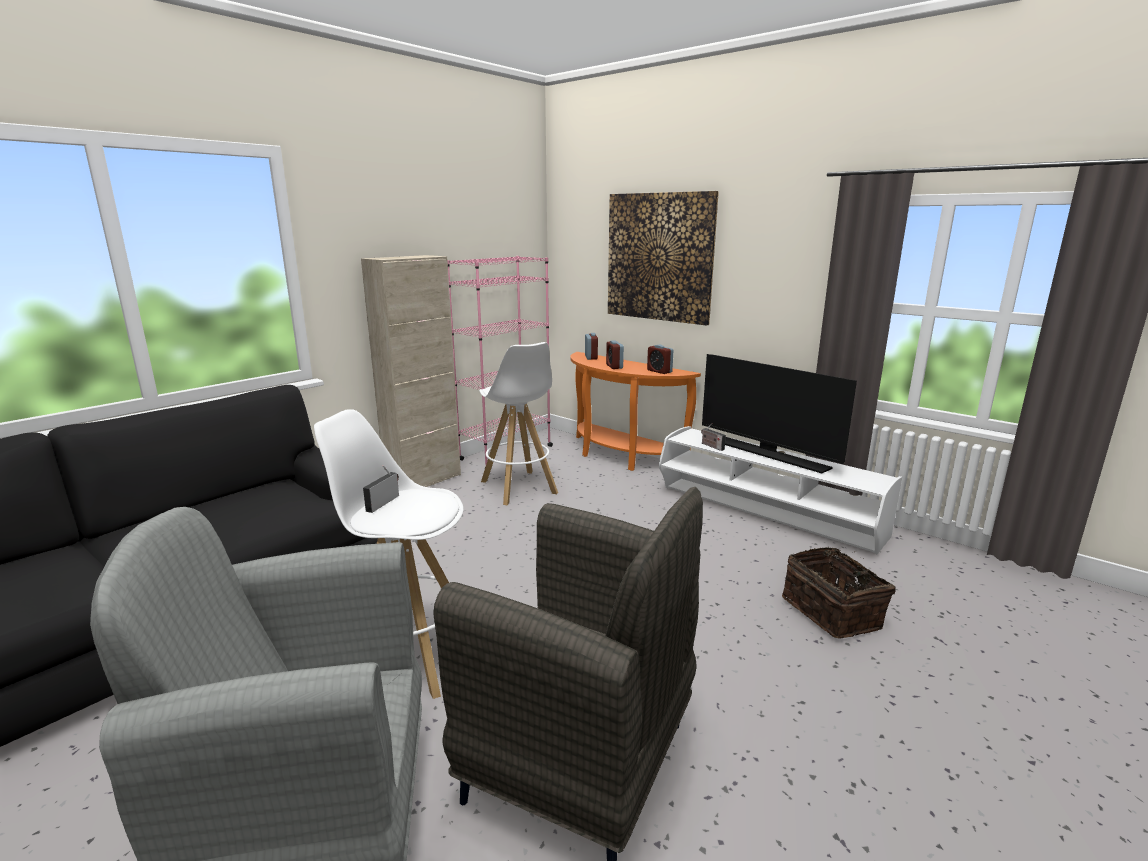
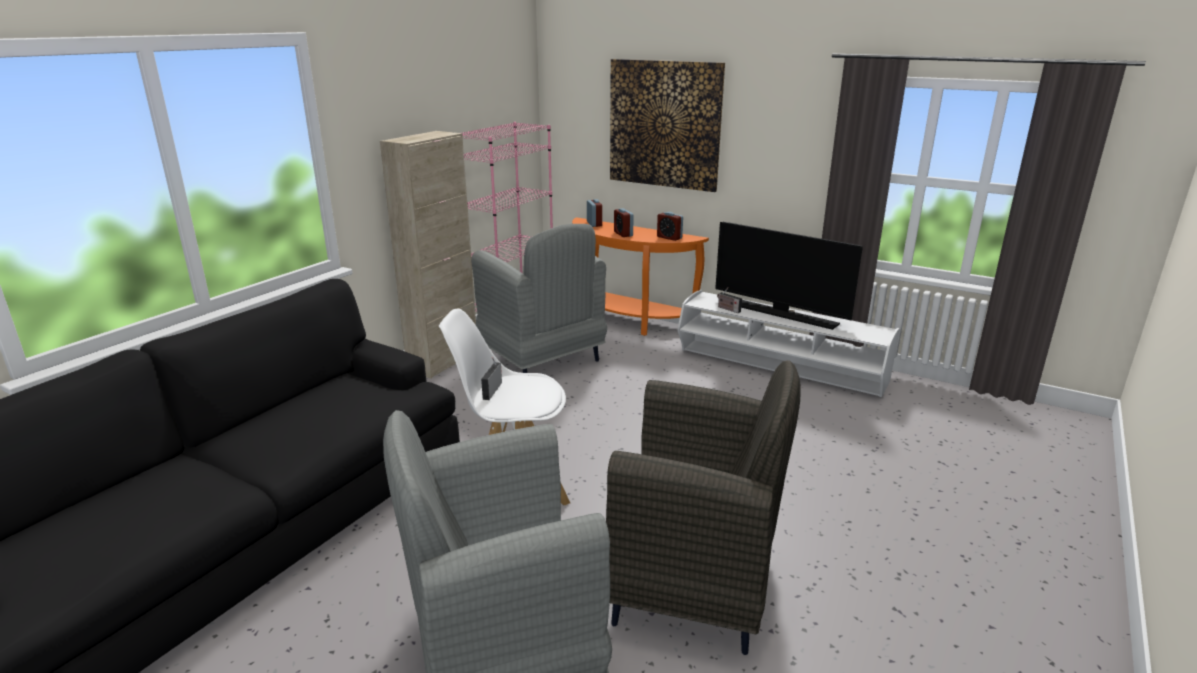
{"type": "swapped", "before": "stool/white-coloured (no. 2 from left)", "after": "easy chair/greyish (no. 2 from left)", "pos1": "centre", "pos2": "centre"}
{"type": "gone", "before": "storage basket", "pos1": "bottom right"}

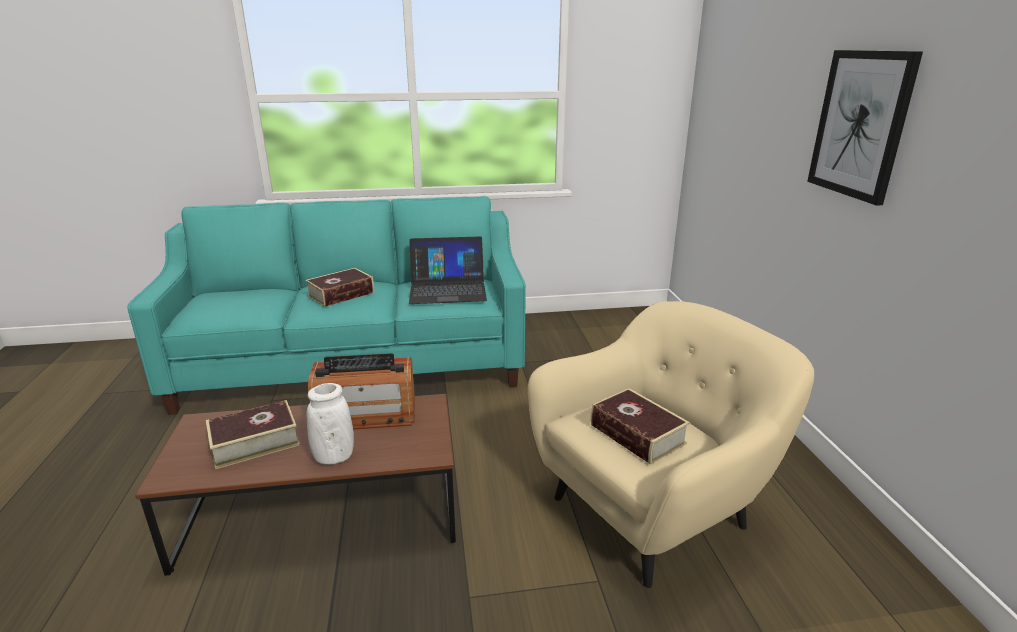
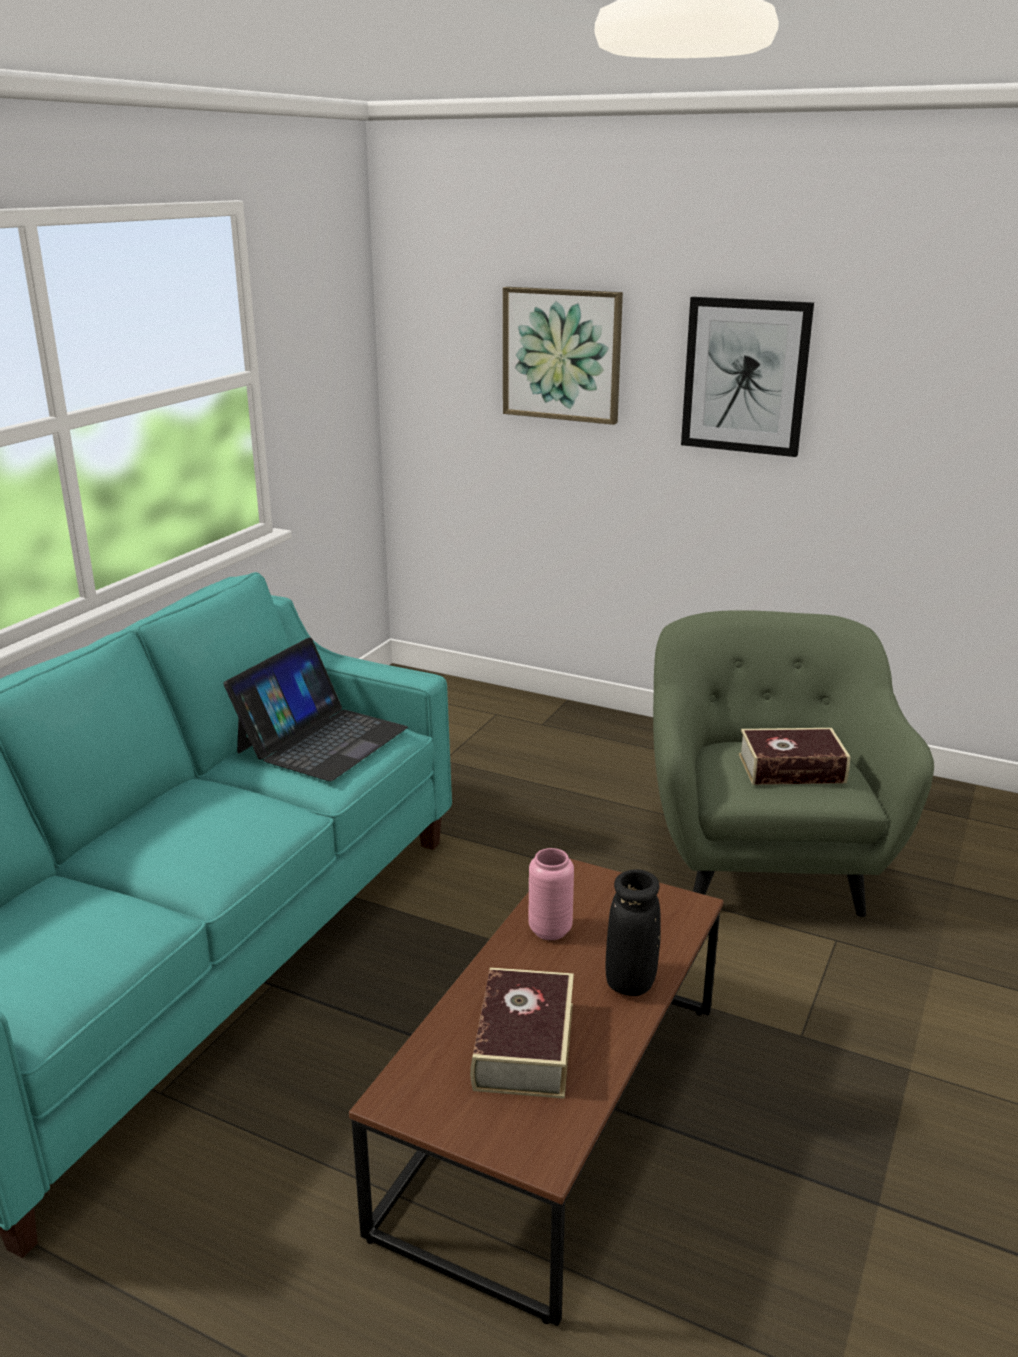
{"type": "gone", "before": "book (no. 2 from left)", "pos1": "centre"}
{"type": "repainted", "before": "flower vase/white-coloured", "after": "flower vase/black", "pos1": "bottom left", "pos2": "bottom centre"}
{"type": "swapped", "before": "radio set", "after": "flower vase/pink-coloured", "pos1": "centre", "pos2": "centre"}
{"type": "repainted", "before": "easy chair/beige", "after": "easy chair/green", "pos1": "bottom centre", "pos2": "middle right"}
{"type": "new", "after": "wall picture (no. 1 from left)", "pos2": "top centre"}

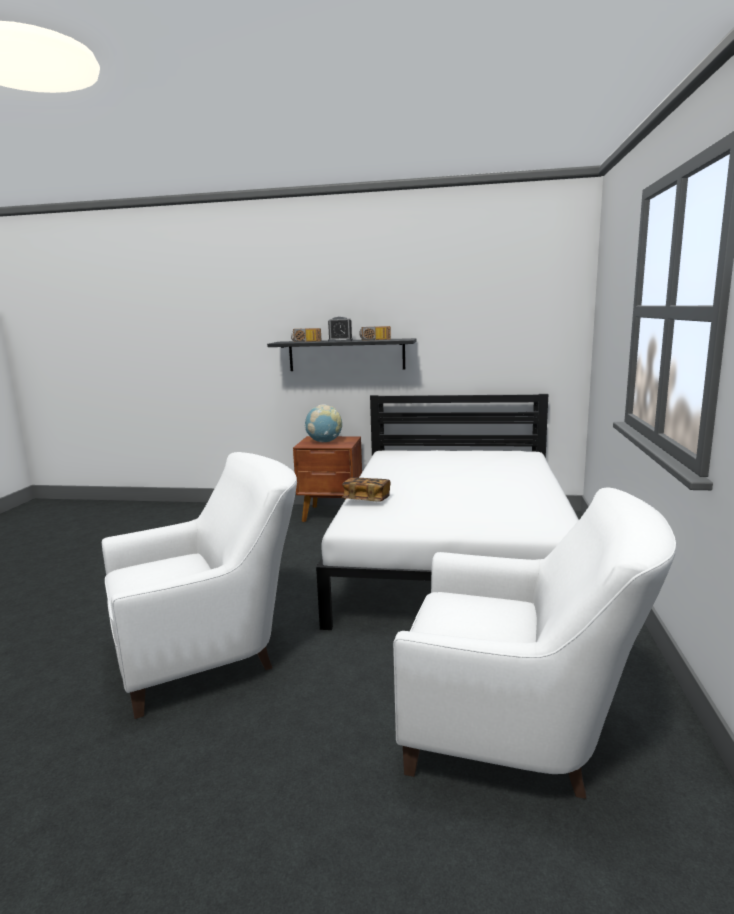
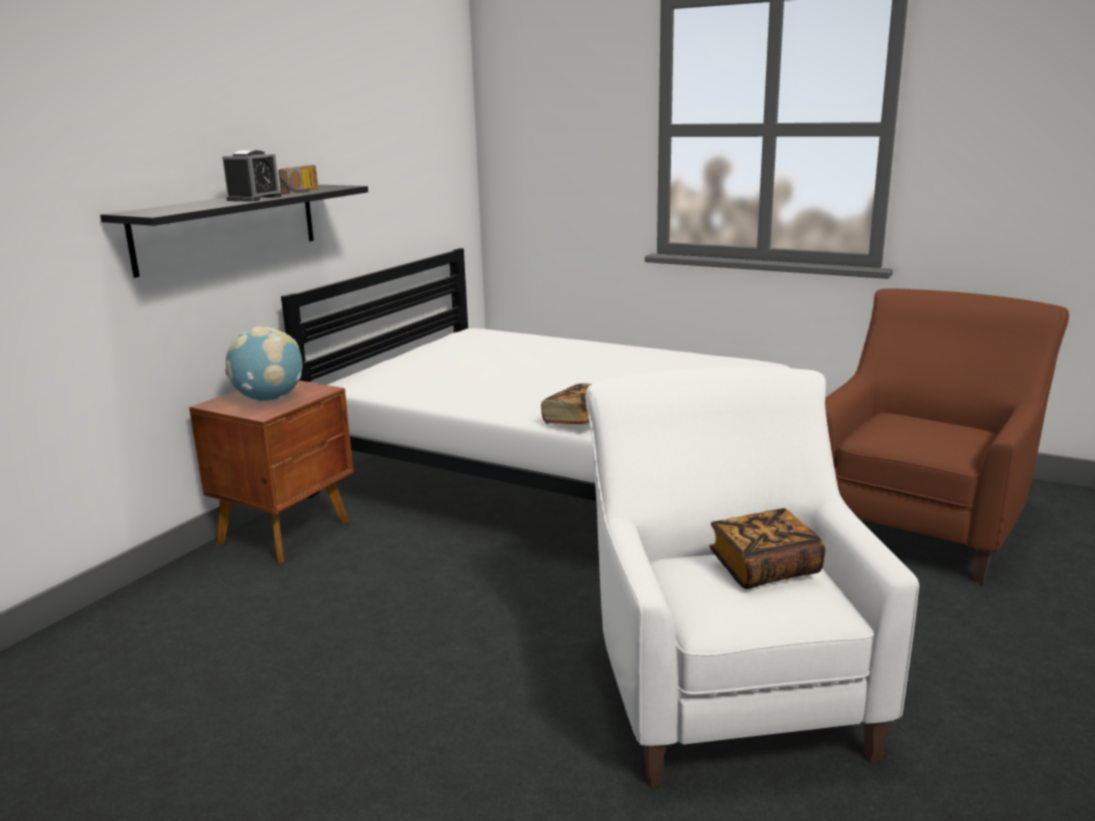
{"type": "gone", "before": "radio set (no. 1 from left)", "pos1": "centre"}
{"type": "repainted", "before": "easy chair/white-coloured (no. 2 from left)", "after": "easy chair/brownish", "pos1": "bottom right", "pos2": "middle right"}
{"type": "new", "after": "book (no. 2 from left)", "pos2": "bottom right"}

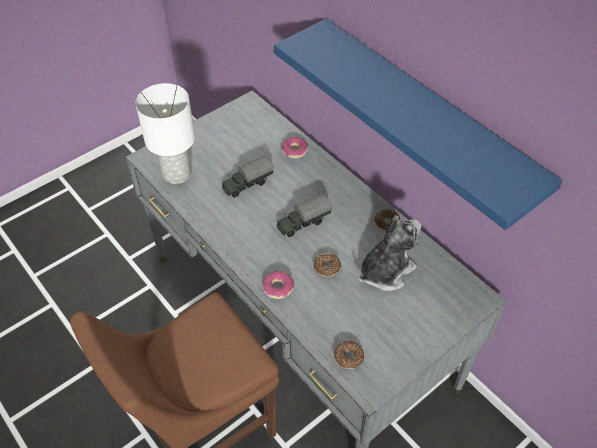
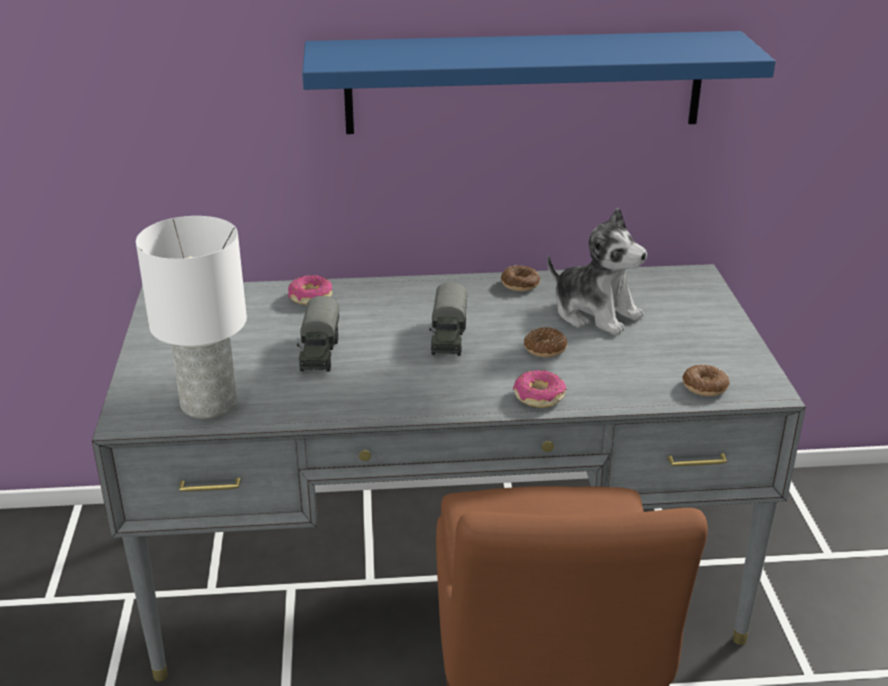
{"type": "rotated", "before": "soft toy", "pos1": "centre", "pos2": "middle right", "turn": 135}

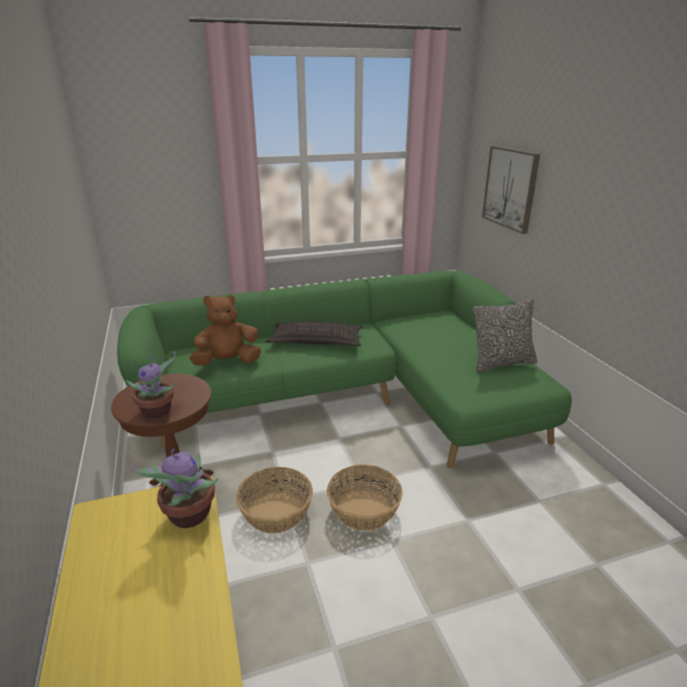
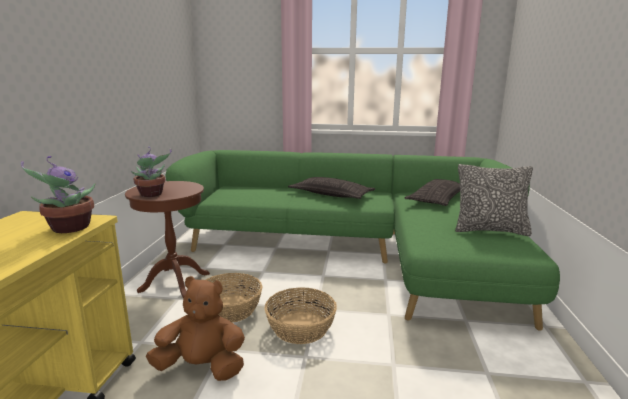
{"type": "shifted", "before": "soft toy/brownish", "pos1": "middle left", "pos2": "bottom left"}
{"type": "gone", "before": "wall picture", "pos1": "top right"}
{"type": "new", "after": "pillow (no. 2 from left)", "pos2": "middle right"}

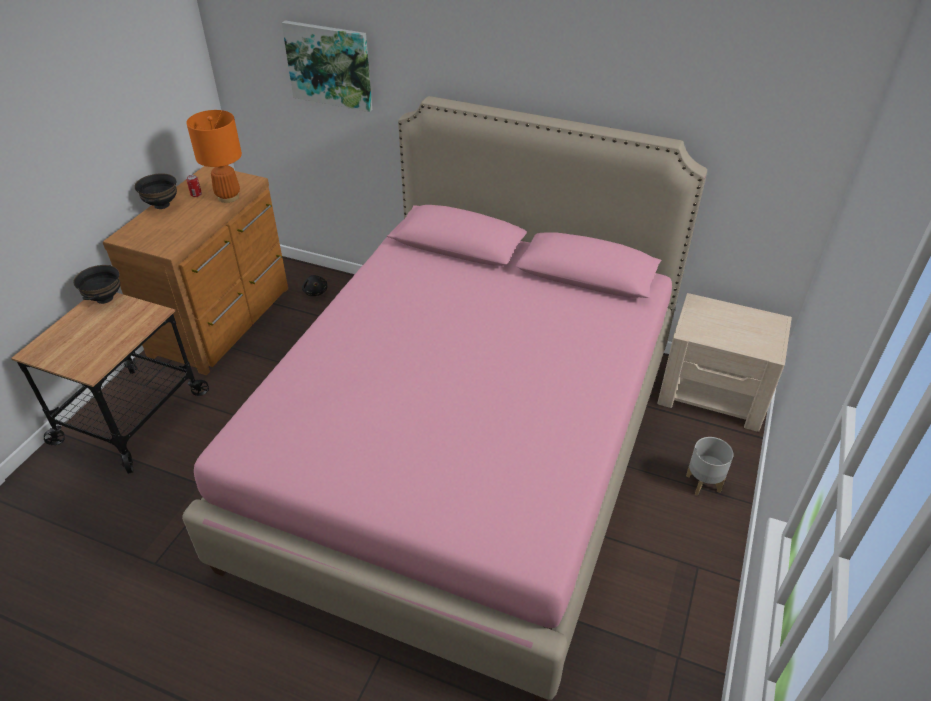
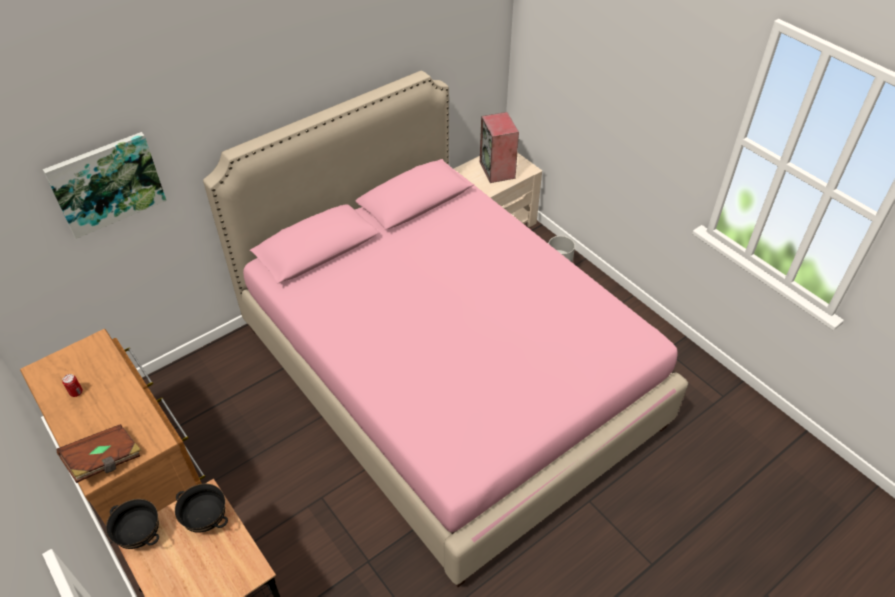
{"type": "shifted", "before": "deep dish/black (no. 2 from left)", "pos1": "top left", "pos2": "bottom left"}
{"type": "gone", "before": "lamp for a table/orange-coloured", "pos1": "top left"}
{"type": "gone", "before": "soft toy/black", "pos1": "centre"}
{"type": "new", "after": "book/brownish", "pos2": "bottom left"}
{"type": "new", "after": "loudspeaker", "pos2": "top centre"}

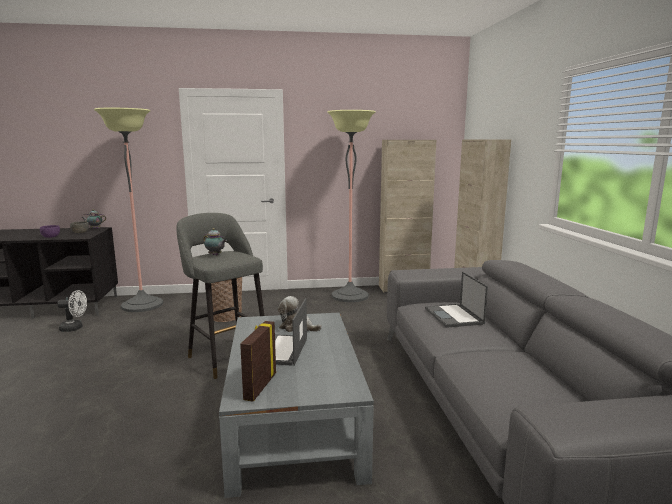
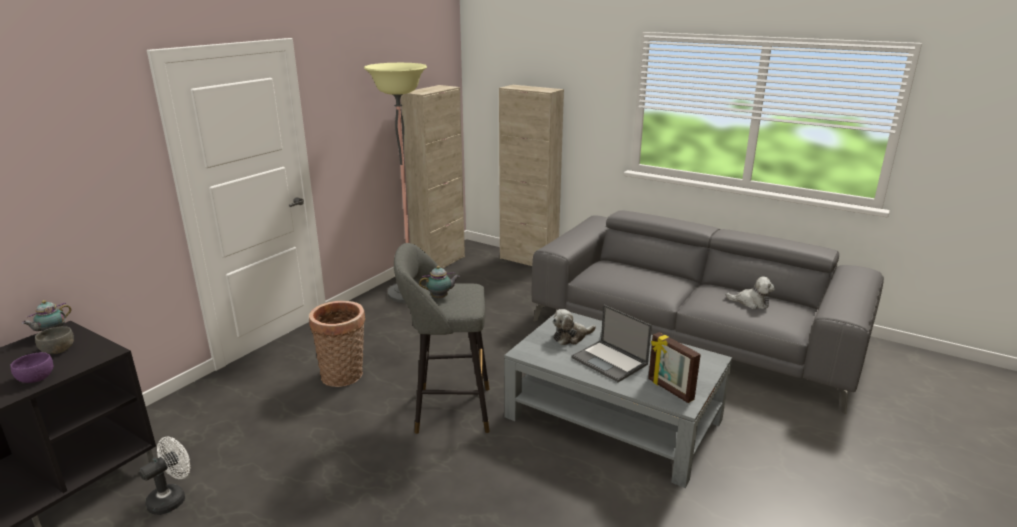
{"type": "gone", "before": "standard lamp (no. 1 from left)", "pos1": "middle left"}
{"type": "gone", "before": "laptop (no. 2 from left)", "pos1": "middle right"}
{"type": "new", "after": "soft toy (no. 2 from left)", "pos2": "middle right"}

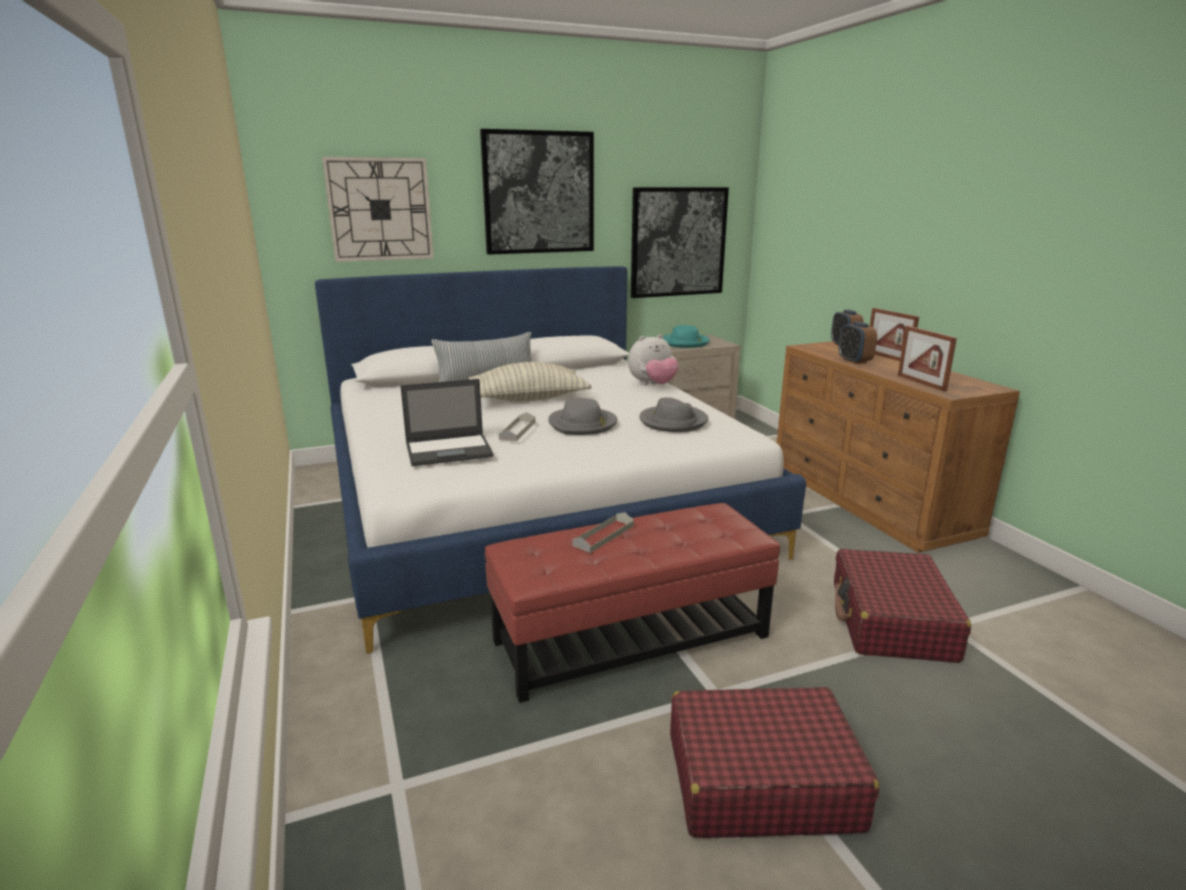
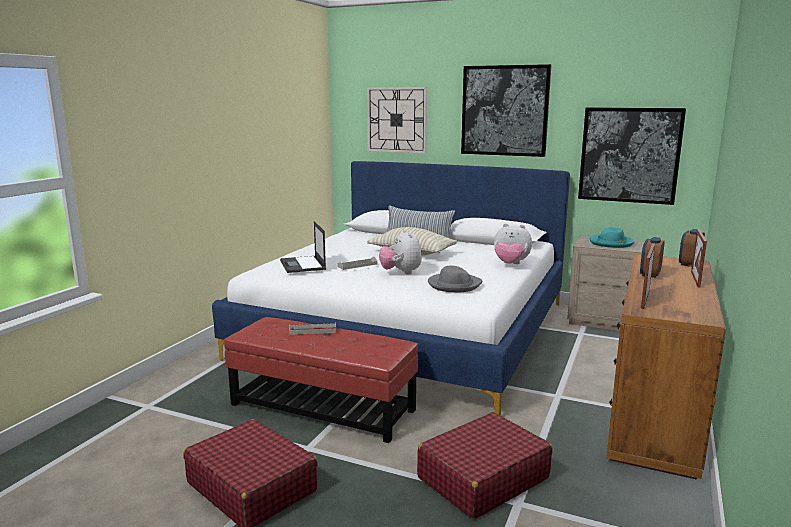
{"type": "rotated", "before": "laptop", "pos1": "centre", "pos2": "centre", "turn": 45}
{"type": "swapped", "before": "wearable hat/greyish (no. 1 from left)", "after": "soft toy (no. 1 from left)", "pos1": "centre", "pos2": "centre"}

